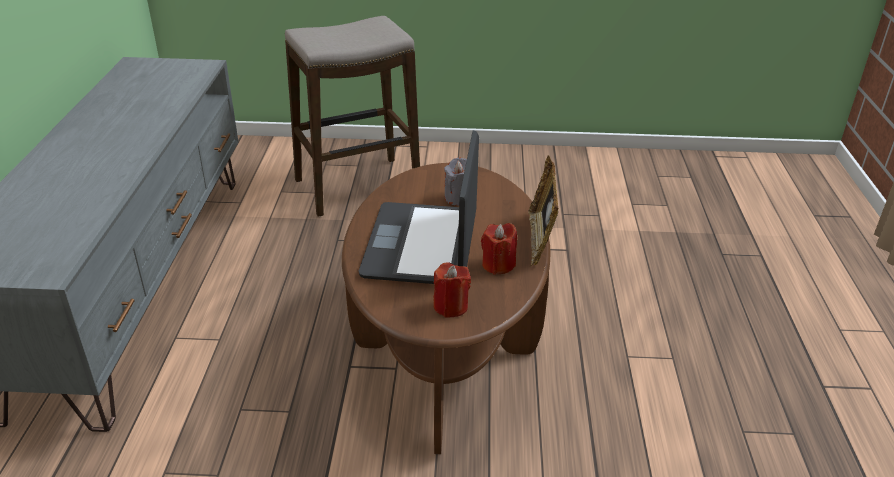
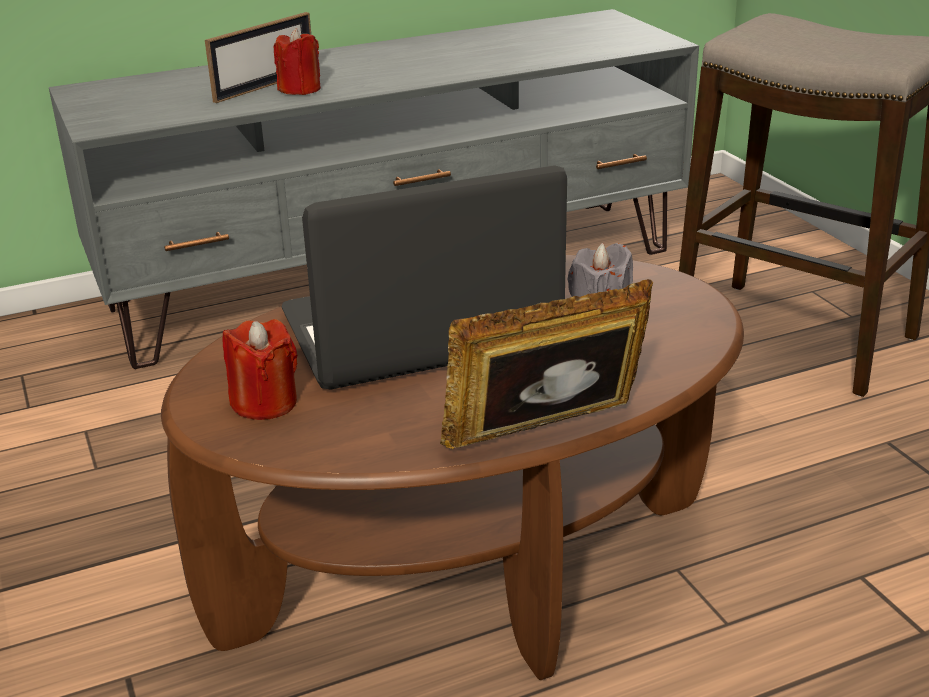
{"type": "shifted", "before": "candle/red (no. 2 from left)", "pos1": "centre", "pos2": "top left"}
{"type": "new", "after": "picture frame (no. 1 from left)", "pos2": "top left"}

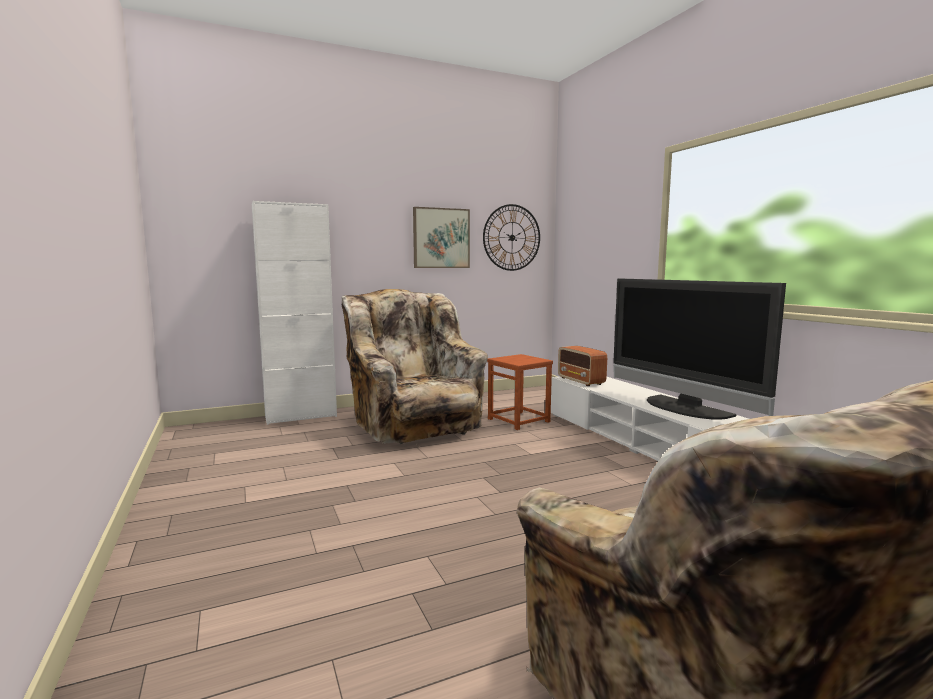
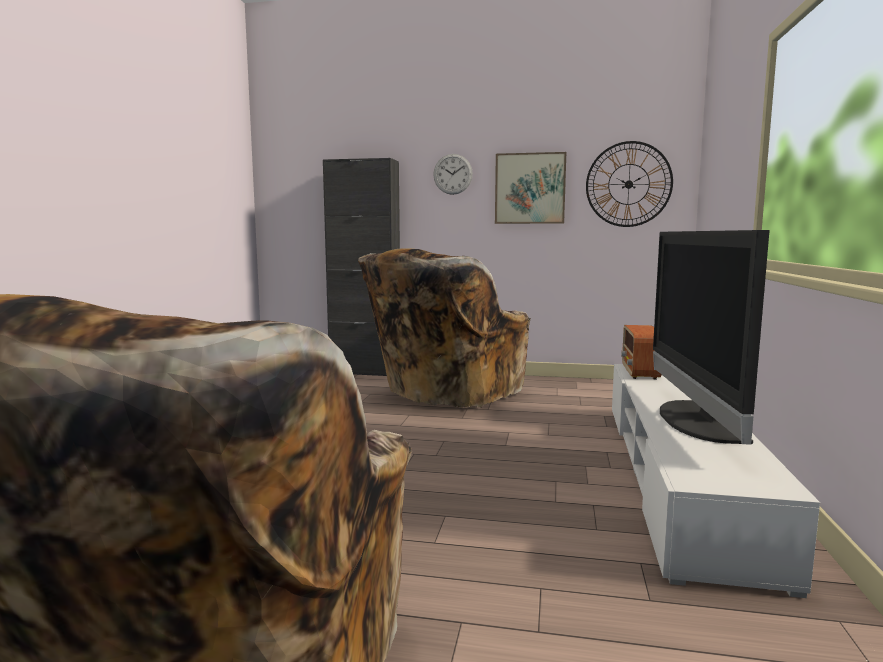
{"type": "repainted", "before": "storage cabinet/white-coloured", "after": "storage cabinet/black", "pos1": "middle left", "pos2": "centre"}
{"type": "rotated", "before": "easy chair/beige (no. 1 from left in the first image)", "pos1": "centre", "pos2": "centre", "turn": -150}
{"type": "gone", "before": "stool/brownish", "pos1": "centre"}
{"type": "new", "after": "hanging clock (no. 1 from left)", "pos2": "top centre"}

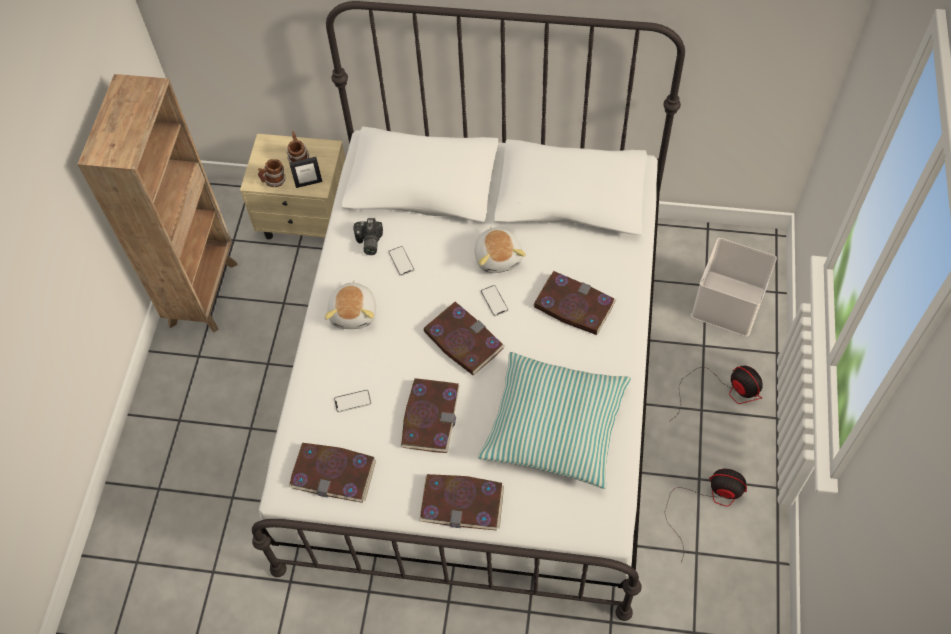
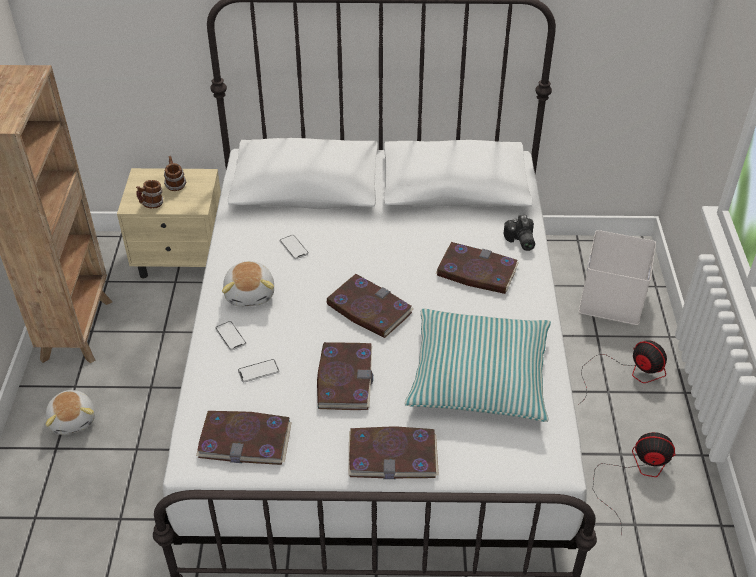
{"type": "gone", "before": "picture frame", "pos1": "top left"}
{"type": "shifted", "before": "still camera", "pos1": "centre", "pos2": "middle right"}
{"type": "shifted", "before": "soft toy (no. 2 from left in the first image)", "after": "soft toy (no. 1 from left)", "pos1": "centre", "pos2": "bottom left"}
{"type": "shifted", "before": "handset (no. 3 from left in the first image)", "after": "handset (no. 1 from left)", "pos1": "centre", "pos2": "middle left"}

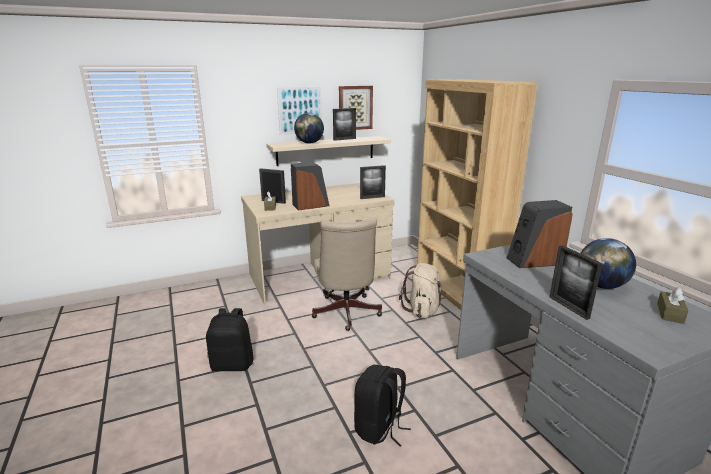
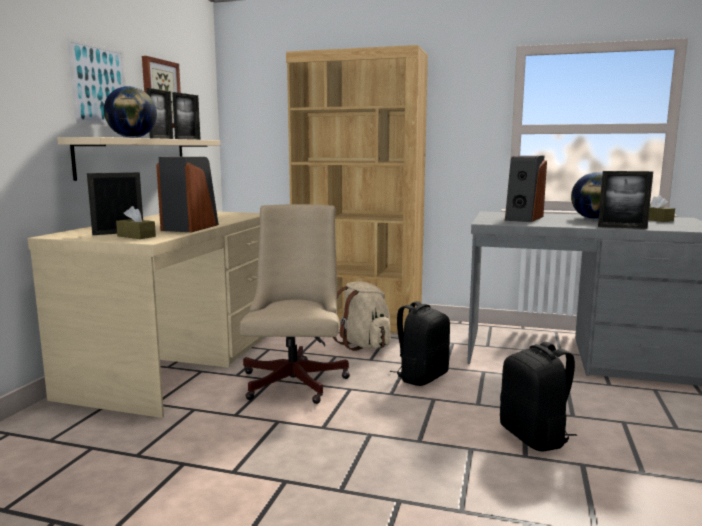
{"type": "shifted", "before": "rucksack/black (no. 1 from left)", "pos1": "bottom left", "pos2": "centre"}
{"type": "rotated", "before": "computer chair/beige", "pos1": "centre", "pos2": "centre", "turn": -120}
{"type": "shifted", "before": "picture frame (no. 3 from left)", "pos1": "centre", "pos2": "top left"}

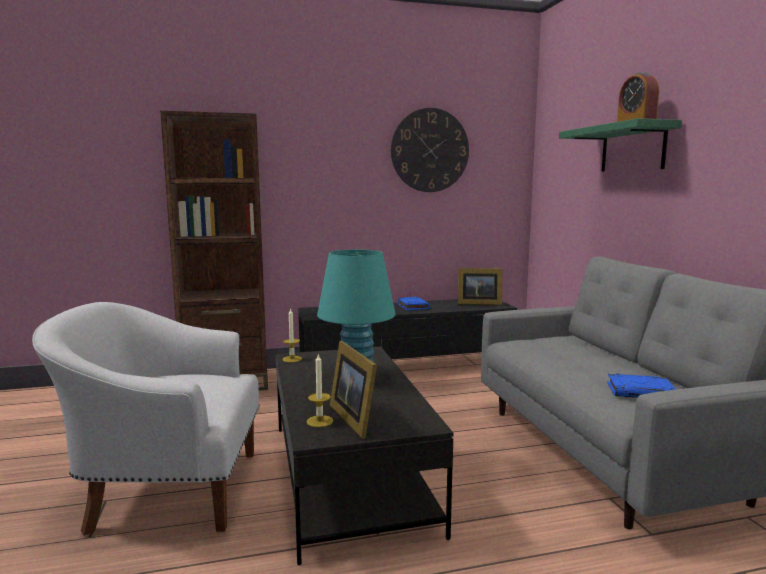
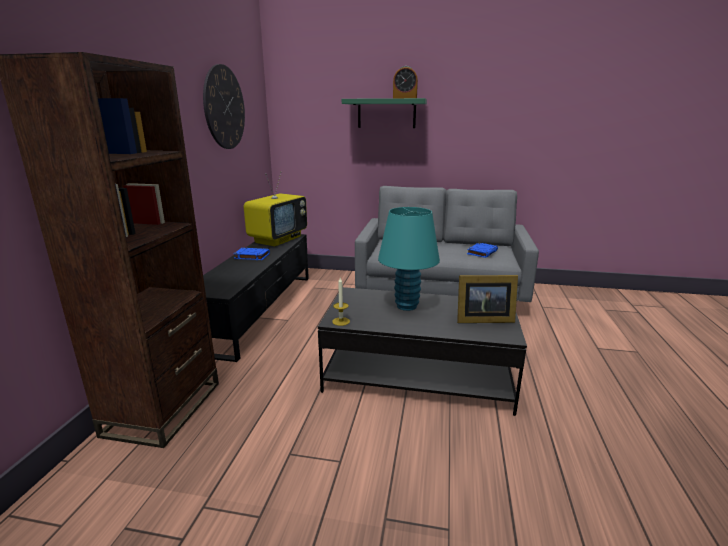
{"type": "gone", "before": "easy chair/white-coloured", "pos1": "bottom left"}
{"type": "gone", "before": "candle (no. 2 from left)", "pos1": "bottom centre"}
{"type": "swapped", "before": "picture frame (no. 2 from left)", "after": "TV set", "pos1": "centre", "pos2": "centre"}

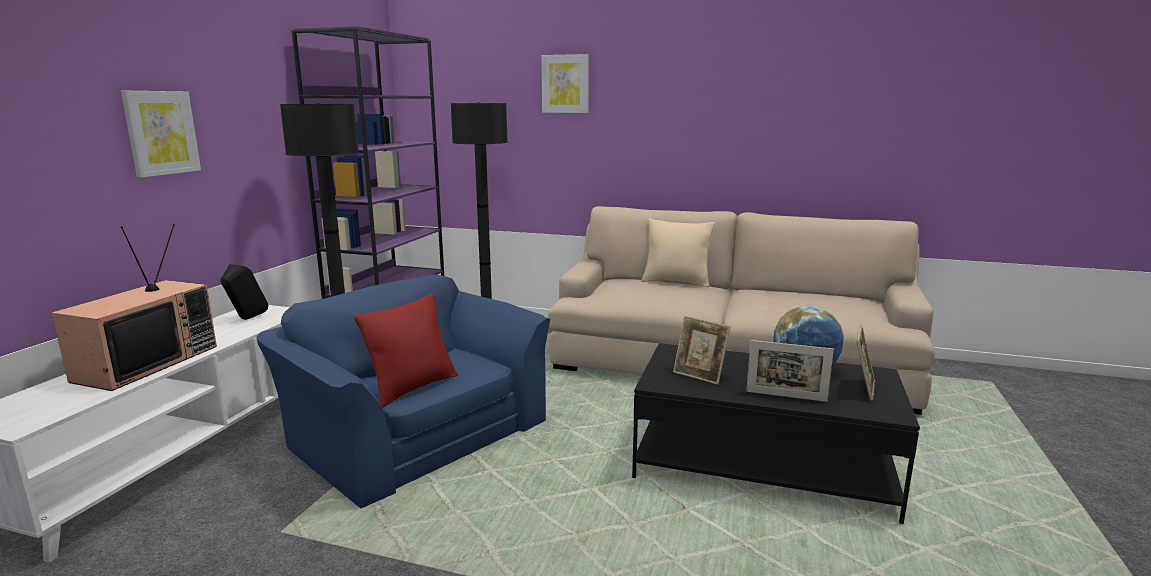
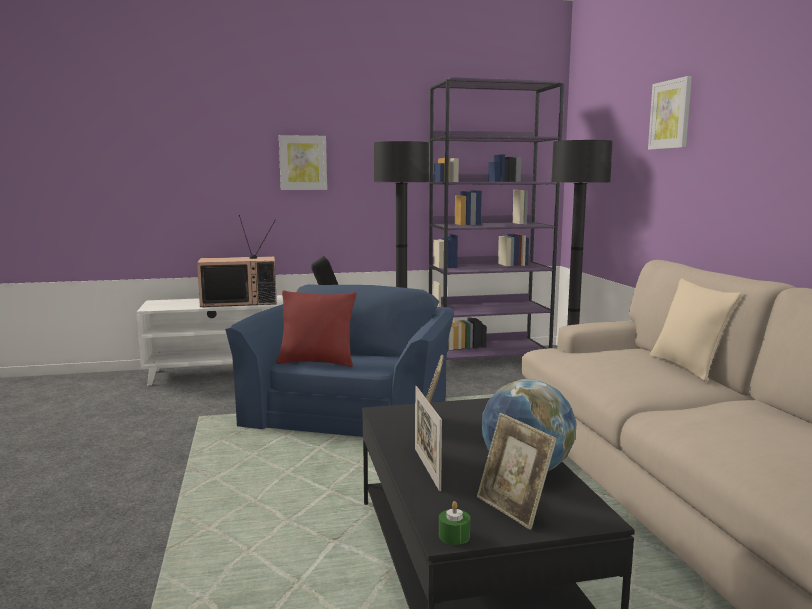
{"type": "rotated", "before": "picture frame (no. 3 from left)", "pos1": "middle right", "pos2": "bottom centre", "turn": 60}
{"type": "new", "after": "candle/green", "pos2": "bottom centre"}

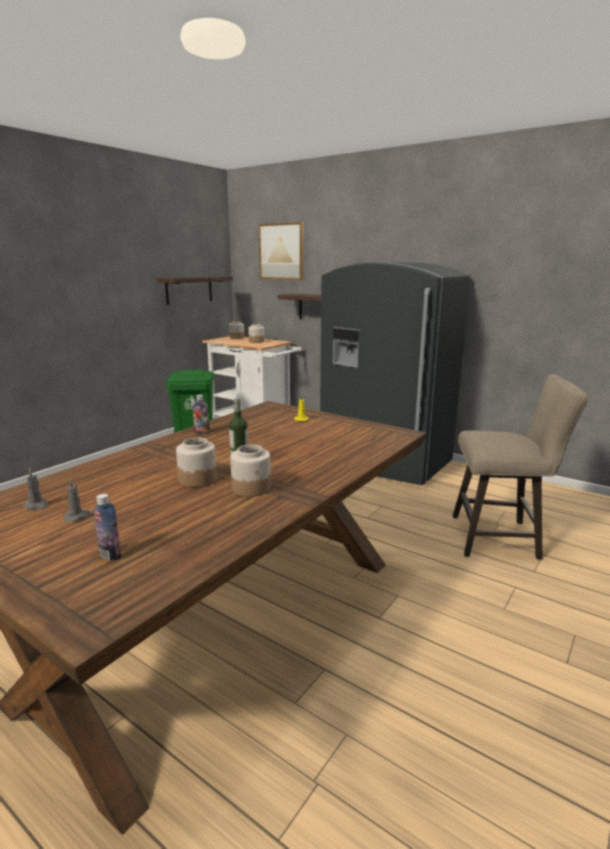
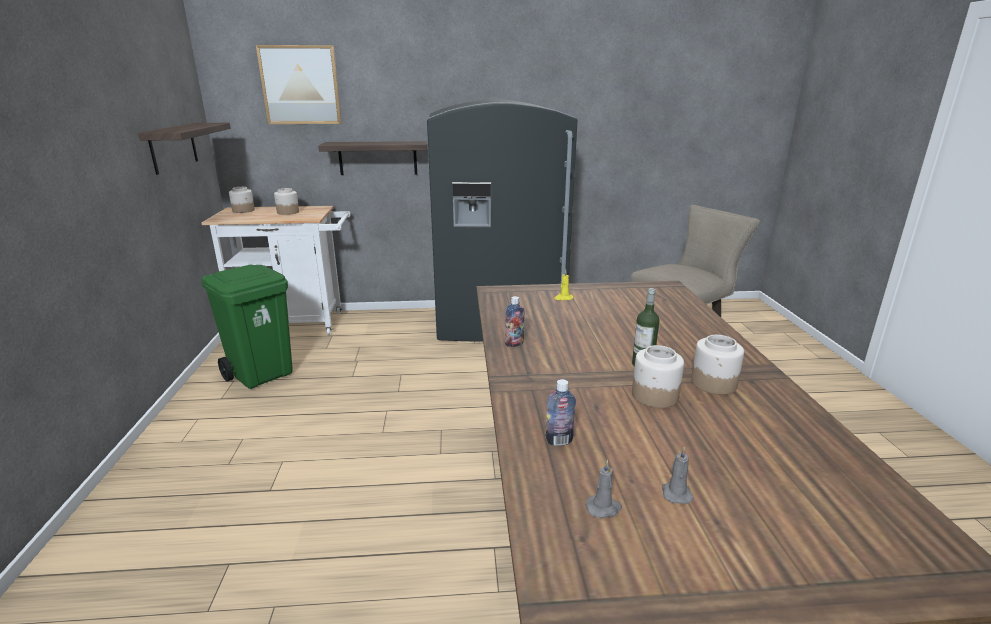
{"type": "shifted", "before": "beverage bottle (no. 1 from left in the first image)", "after": "beverage bottle (no. 2 from left)", "pos1": "middle left", "pos2": "centre"}

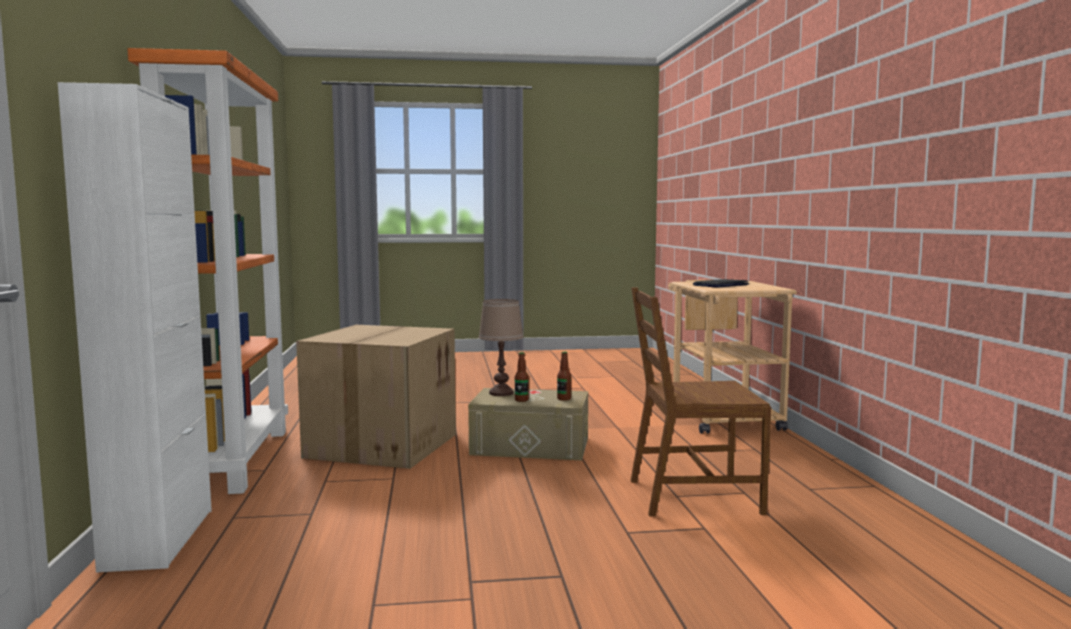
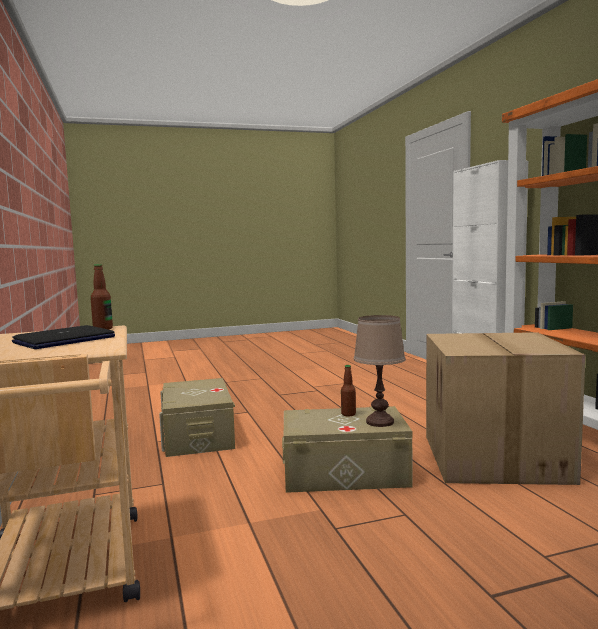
{"type": "shifted", "before": "beverage bottle (no. 2 from left in the first image)", "after": "beverage bottle (no. 1 from left)", "pos1": "centre", "pos2": "middle left"}
{"type": "swapped", "before": "plain chair/brownish", "after": "storage container/beige (no. 1 from left)", "pos1": "centre", "pos2": "middle left"}

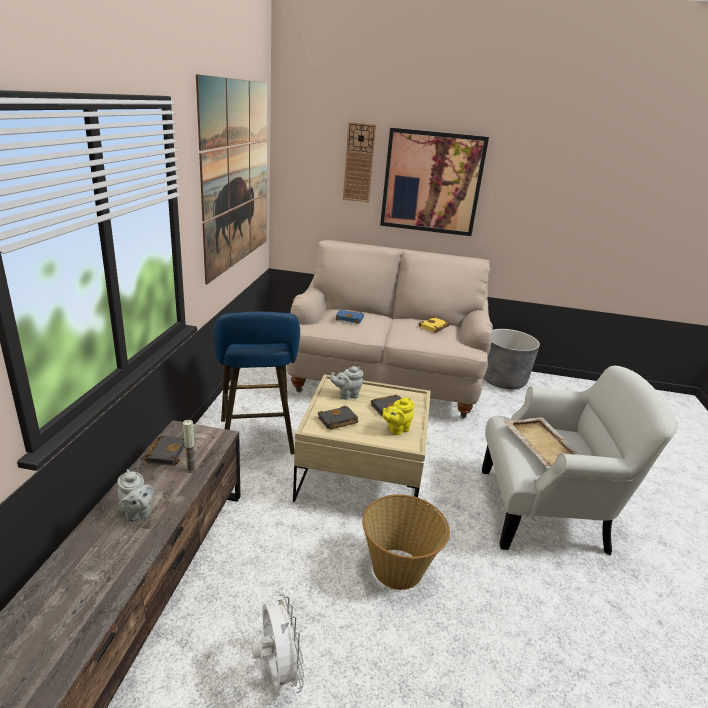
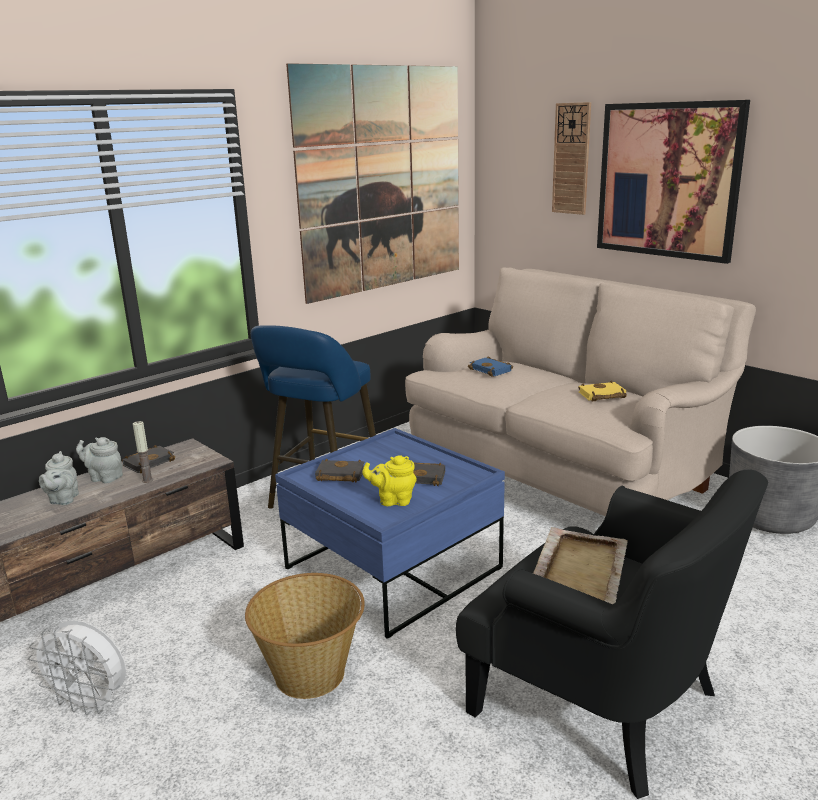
{"type": "rotated", "before": "electric fan/white-coloured", "pos1": "bottom centre", "pos2": "bottom left", "turn": 90}
{"type": "repainted", "before": "low table/beige", "after": "low table/blue-coloured", "pos1": "centre", "pos2": "centre"}
{"type": "shifted", "before": "tea pot/greyish (no. 2 from left)", "pos1": "centre", "pos2": "middle left"}
{"type": "repainted", "before": "easy chair/white-coloured", "after": "easy chair/black", "pos1": "middle right", "pos2": "bottom right"}

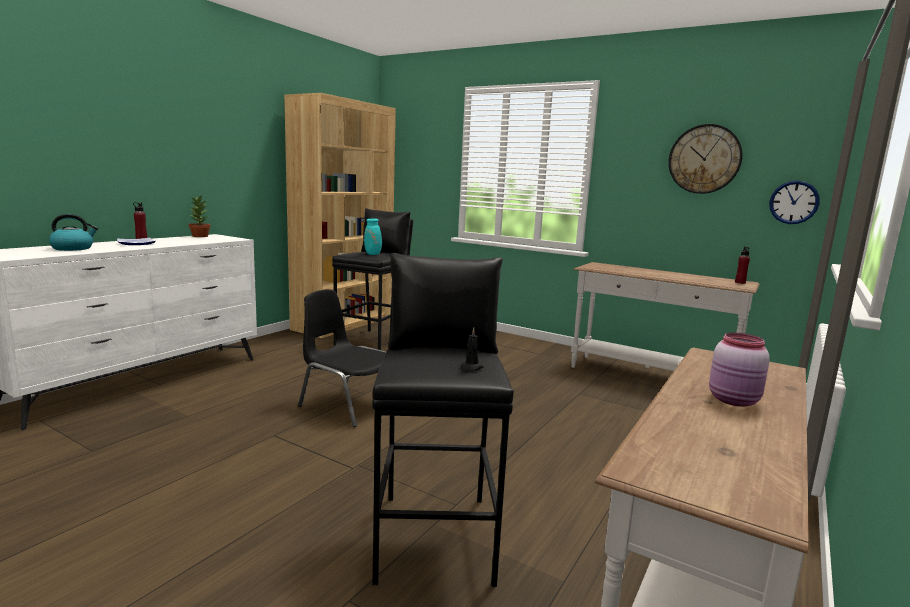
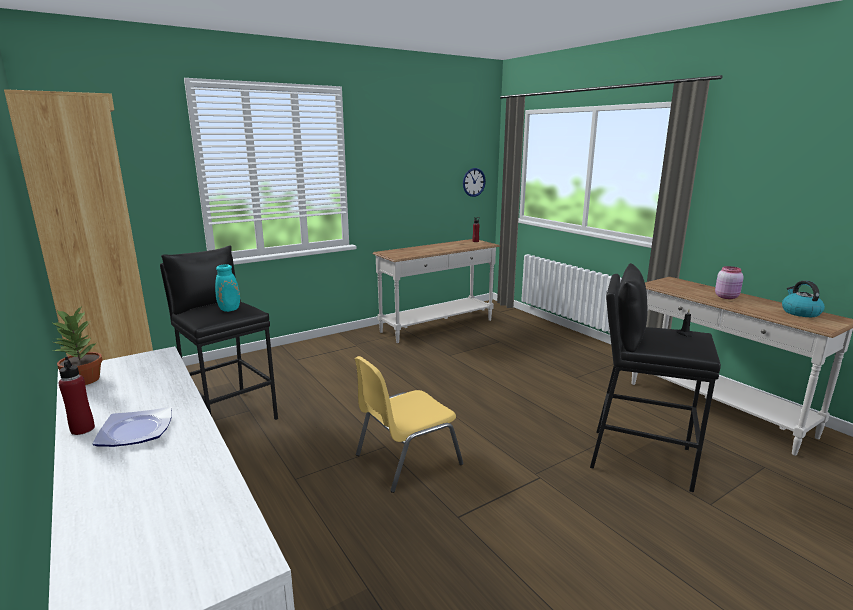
{"type": "shifted", "before": "kettle", "pos1": "middle left", "pos2": "middle right"}
{"type": "repainted", "before": "plain chair/black", "after": "plain chair/yellow-coloured", "pos1": "centre", "pos2": "bottom centre"}
{"type": "gone", "before": "hanging clock (no. 1 from left)", "pos1": "top right"}

